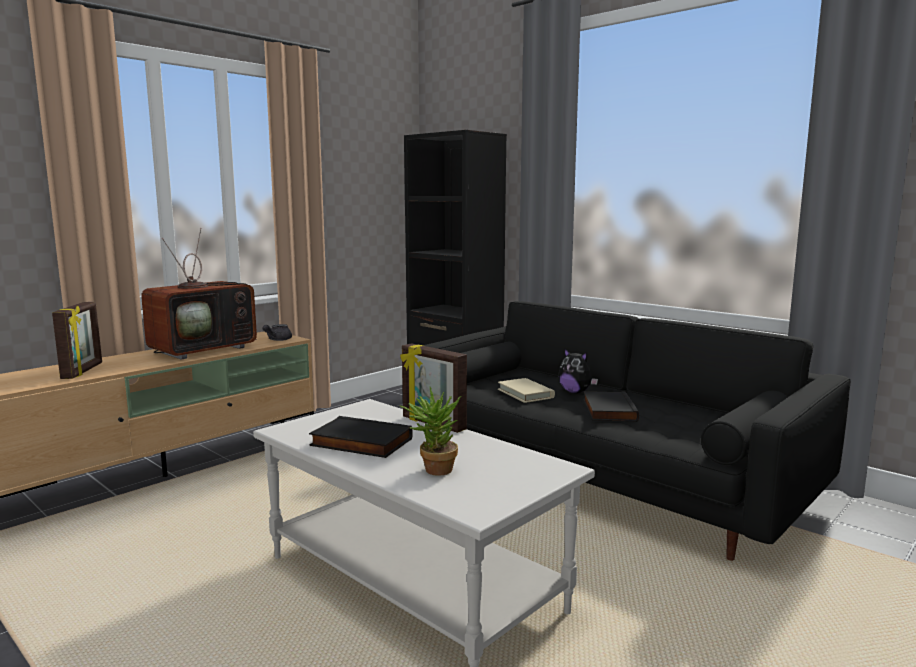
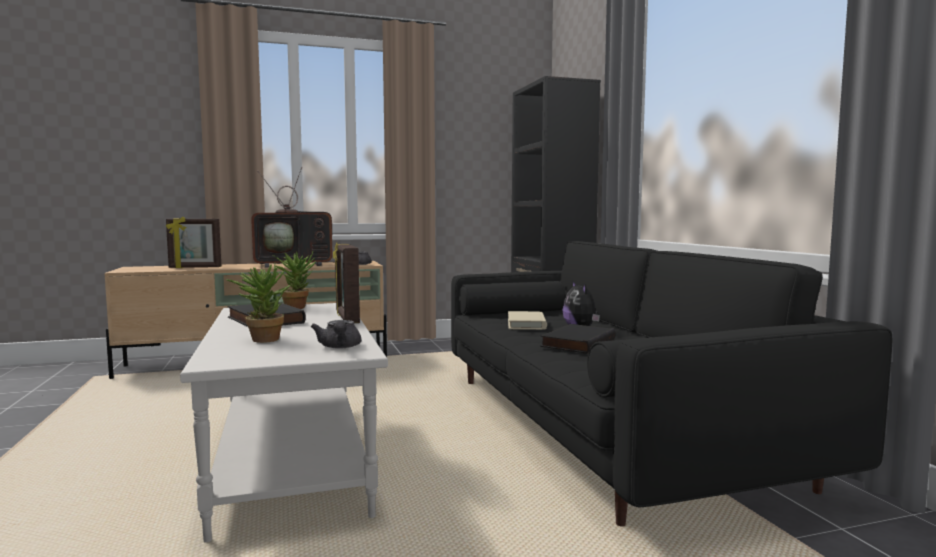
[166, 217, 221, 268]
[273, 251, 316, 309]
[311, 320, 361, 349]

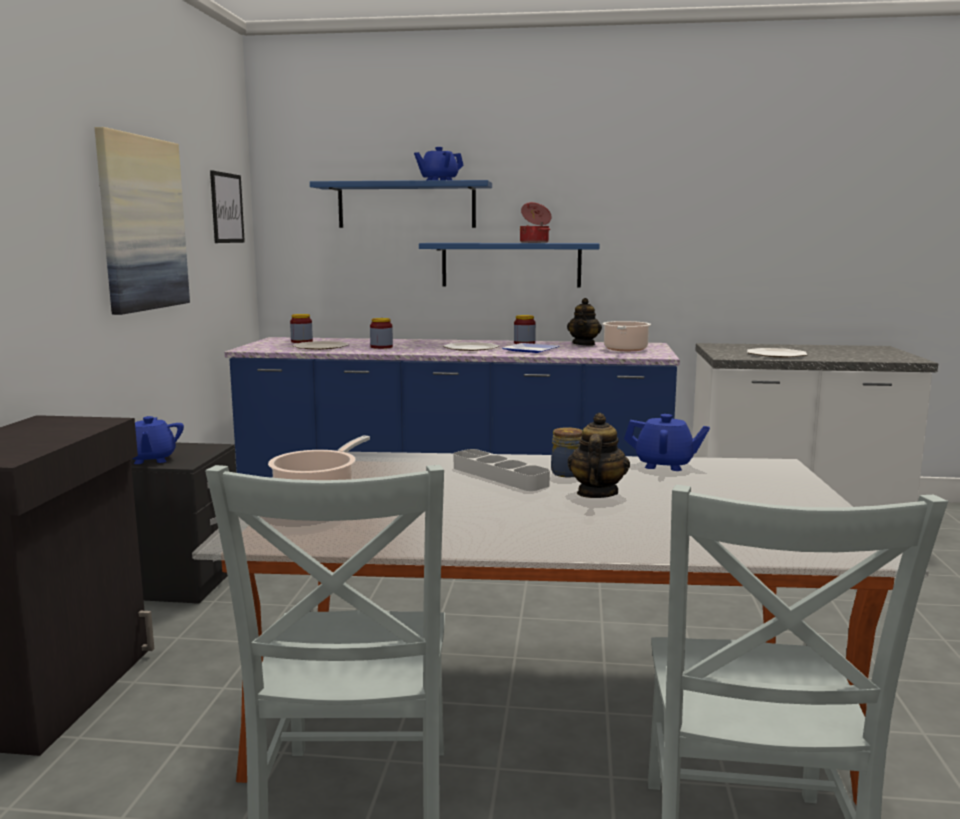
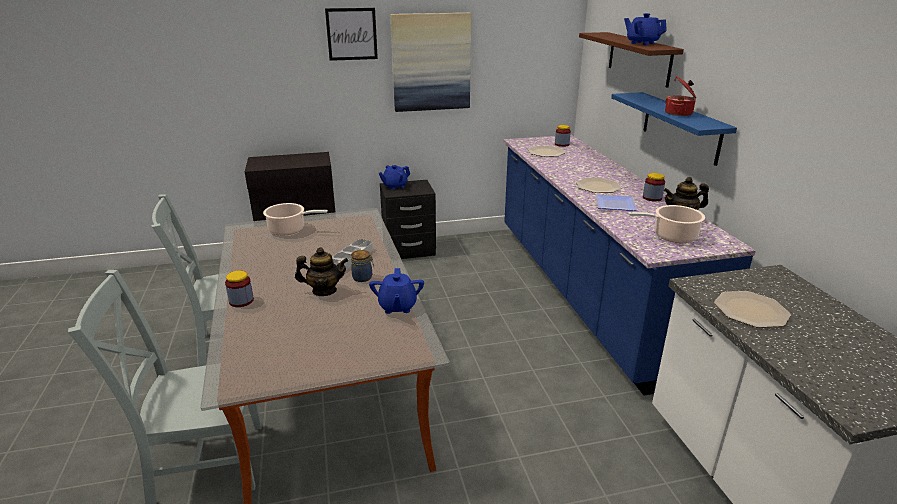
[325, 8, 378, 61]
[579, 32, 684, 88]
[225, 271, 254, 307]

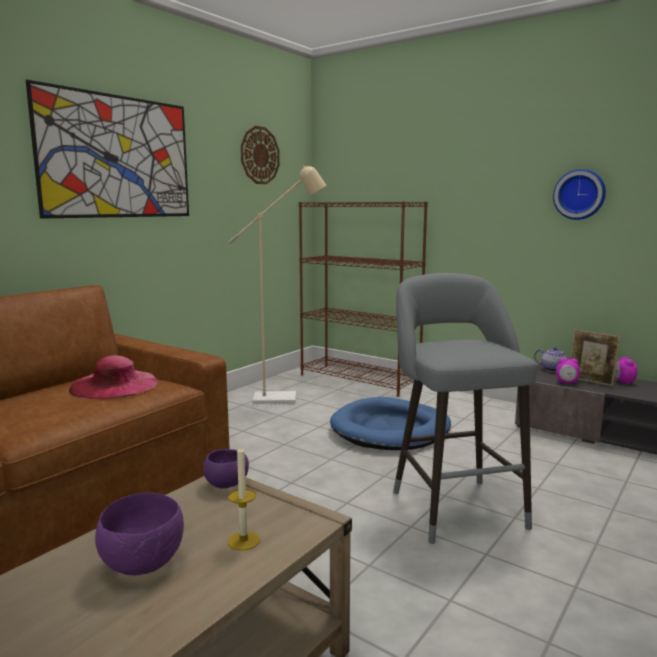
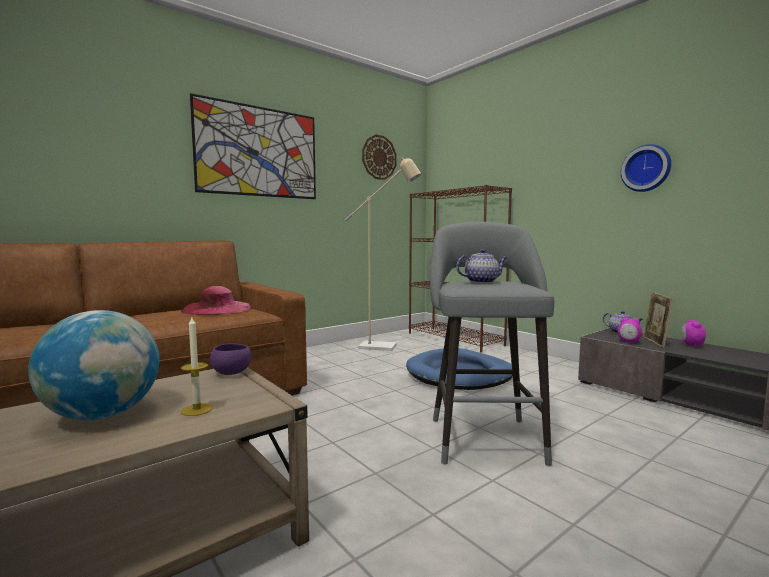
[28, 310, 160, 420]
[643, 292, 674, 348]
[456, 249, 507, 283]

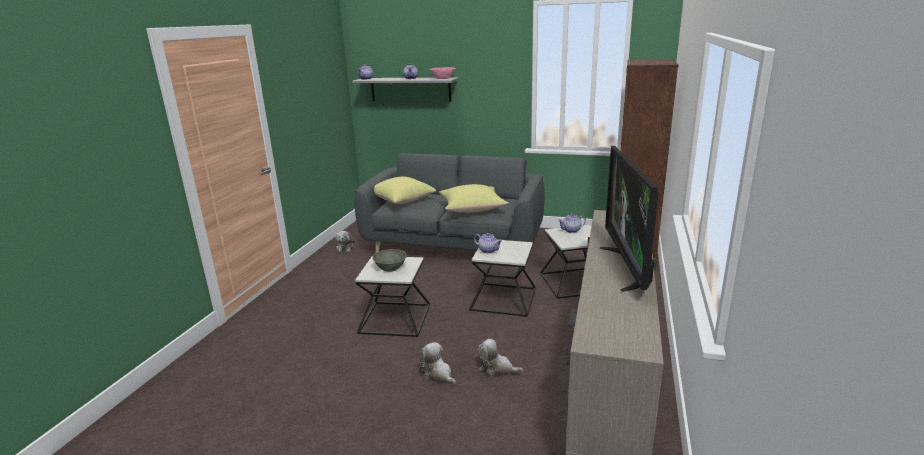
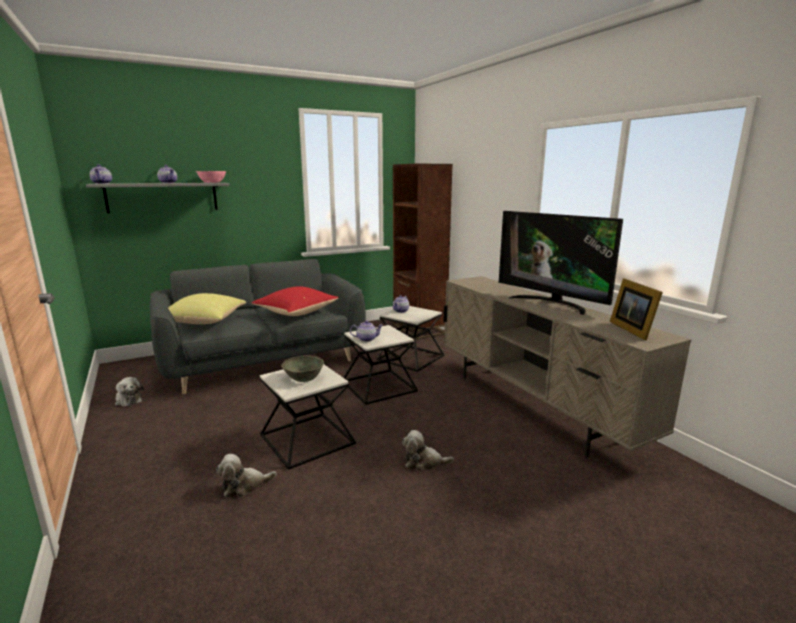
[252, 286, 339, 316]
[216, 454, 277, 497]
[610, 278, 663, 340]

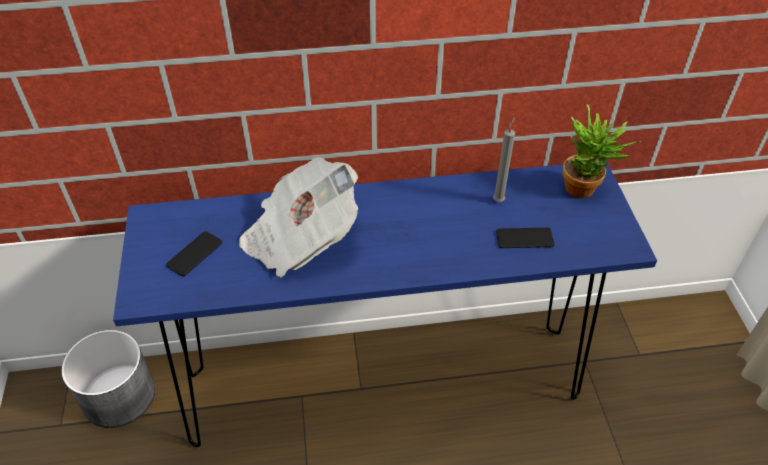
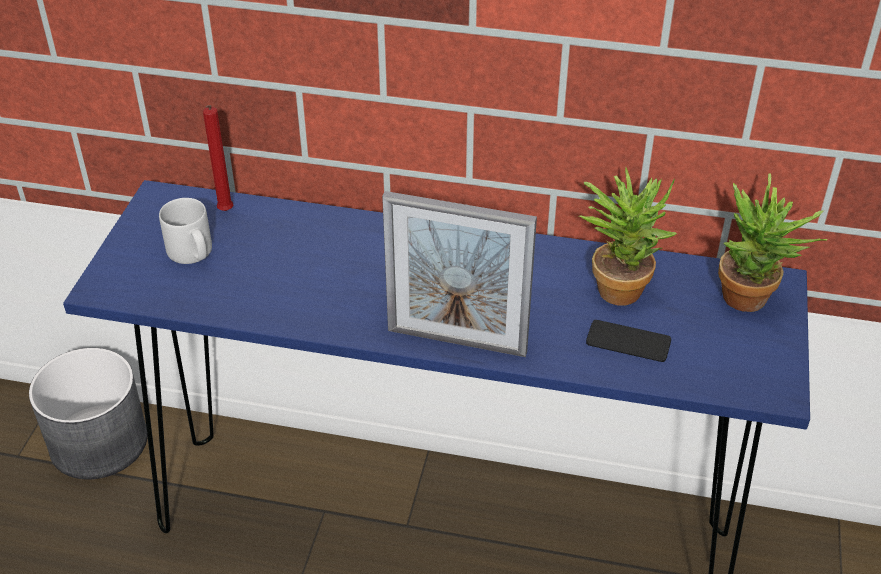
[159, 198, 212, 264]
[239, 157, 358, 277] (first image)
[579, 167, 677, 306]
[203, 105, 233, 211]
[382, 191, 537, 357]

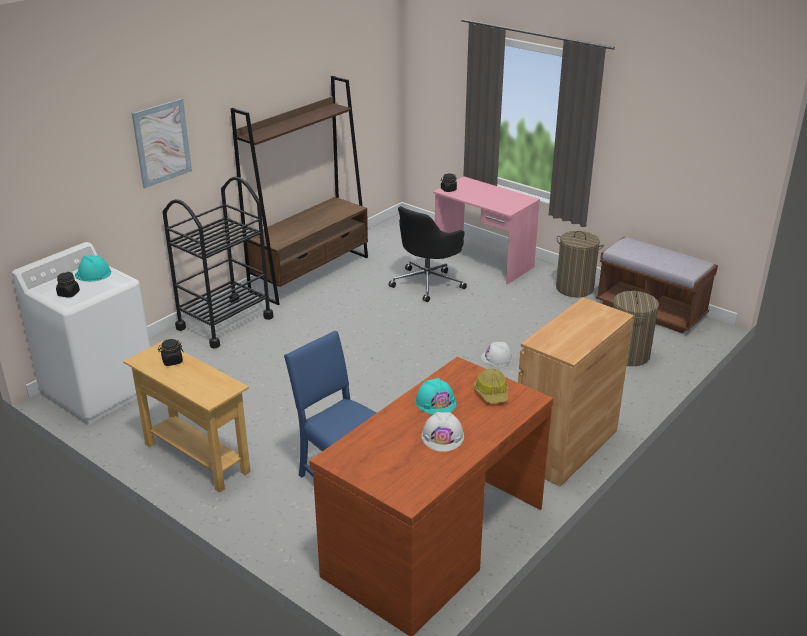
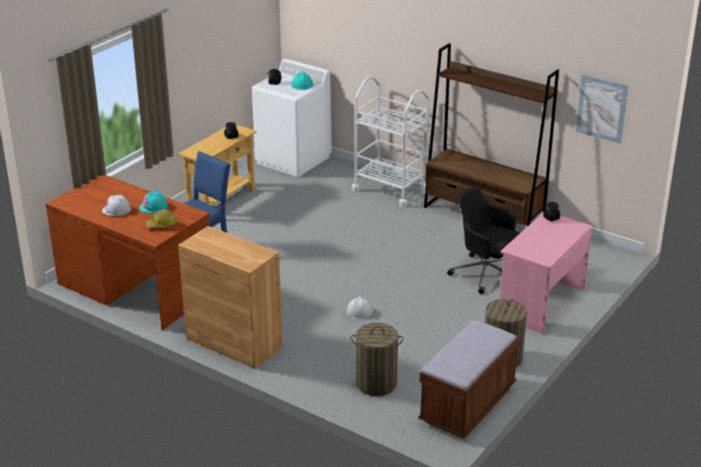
[576, 74, 629, 144]
[352, 76, 429, 208]

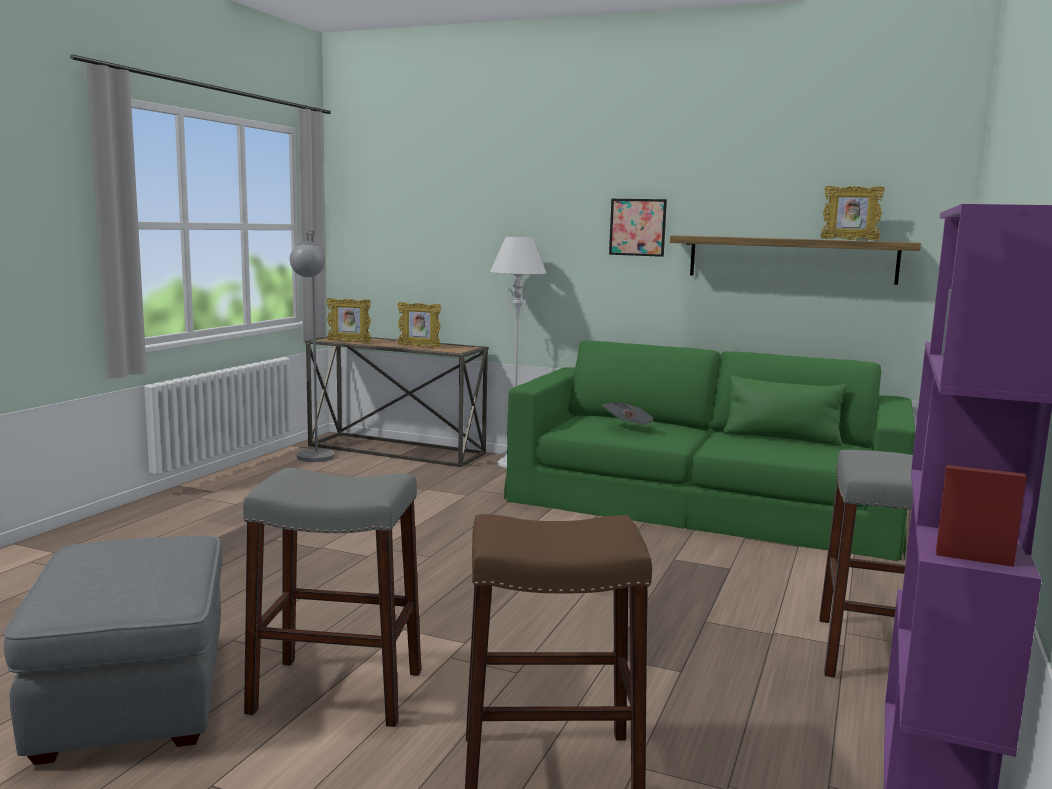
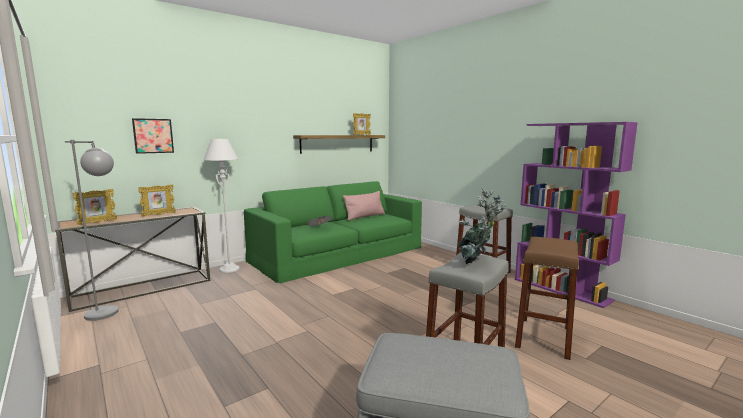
[132, 118, 174, 154]
[343, 191, 385, 221]
[458, 188, 507, 264]

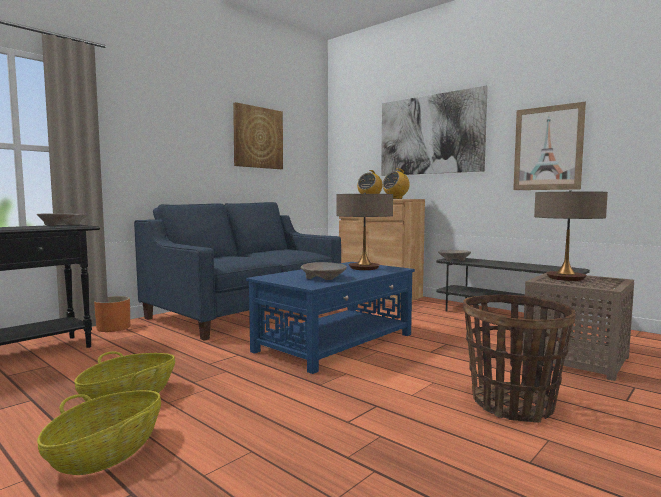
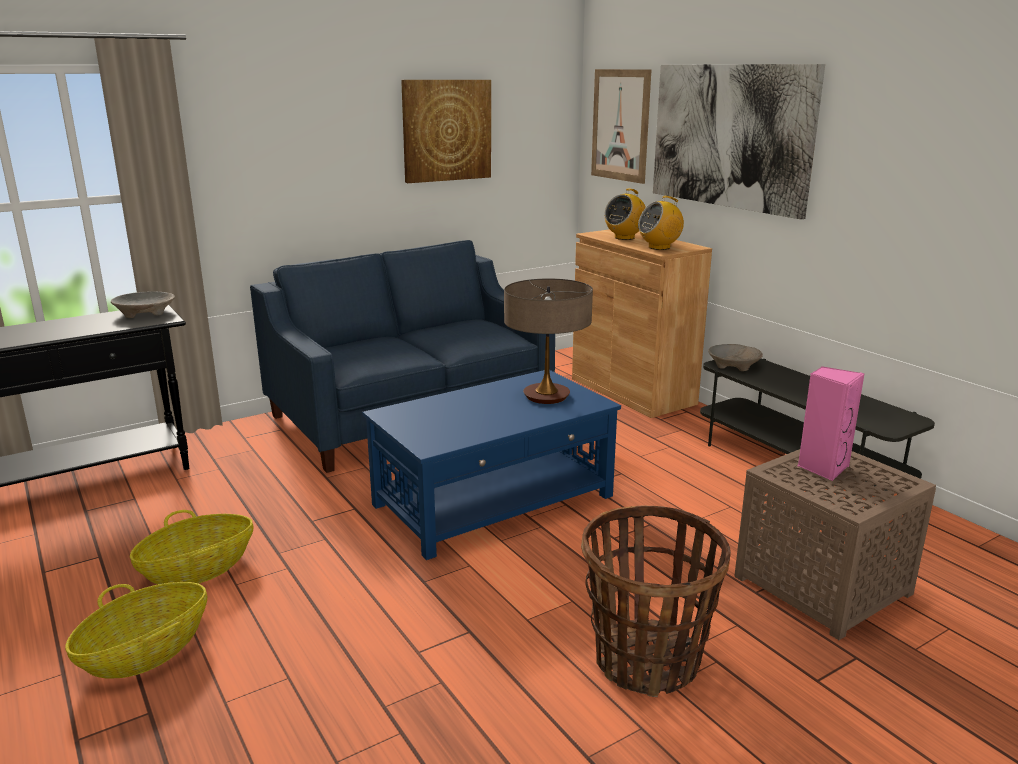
[94, 296, 130, 332] (first image)
[301, 262, 347, 280] (first image)
[591, 69, 652, 184]
[798, 366, 865, 481]

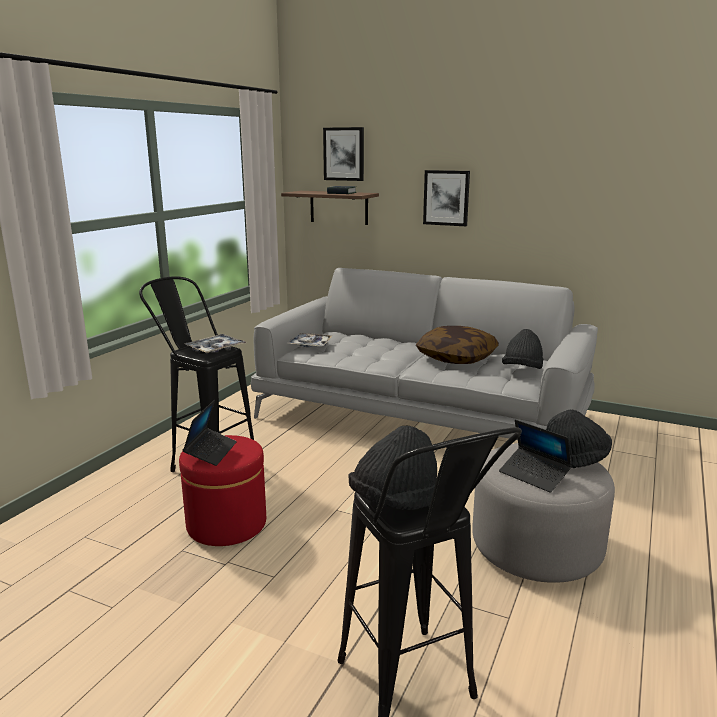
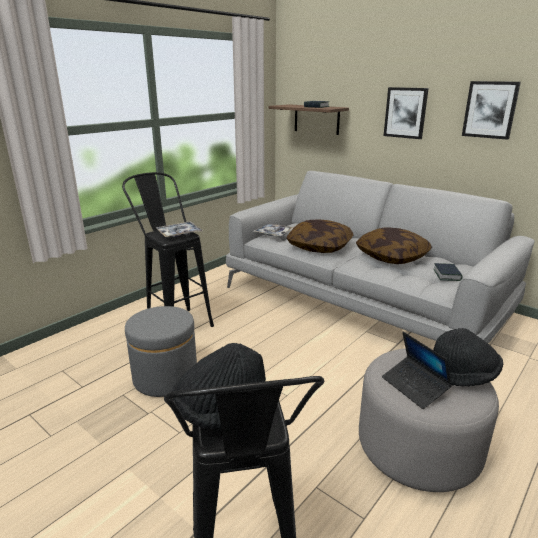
[125, 306, 197, 397]
[183, 400, 237, 466] (first image)
[462, 81, 521, 140]
[434, 263, 463, 281]
[287, 219, 353, 253]

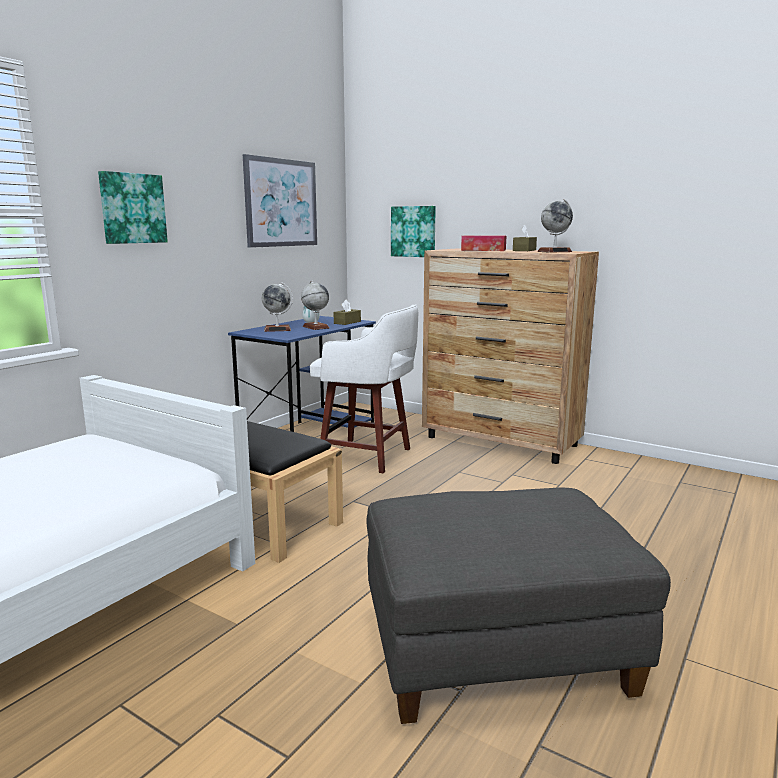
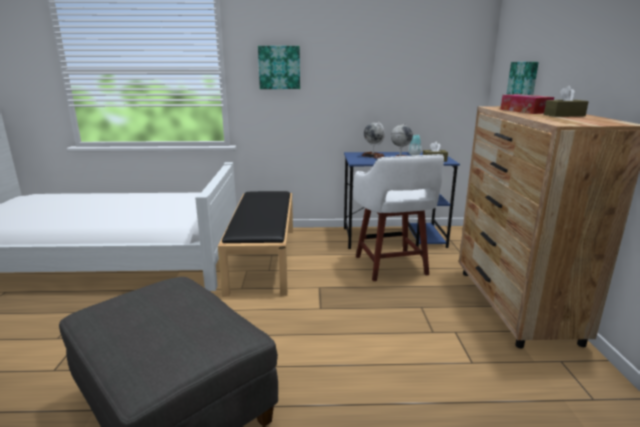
[243, 154, 317, 248] (first image)
[537, 199, 573, 253] (first image)

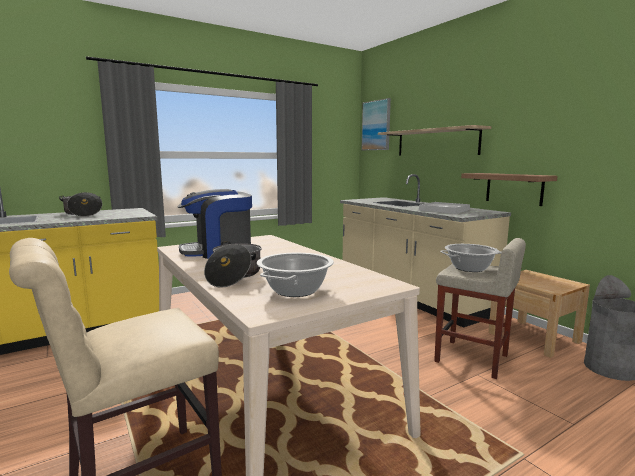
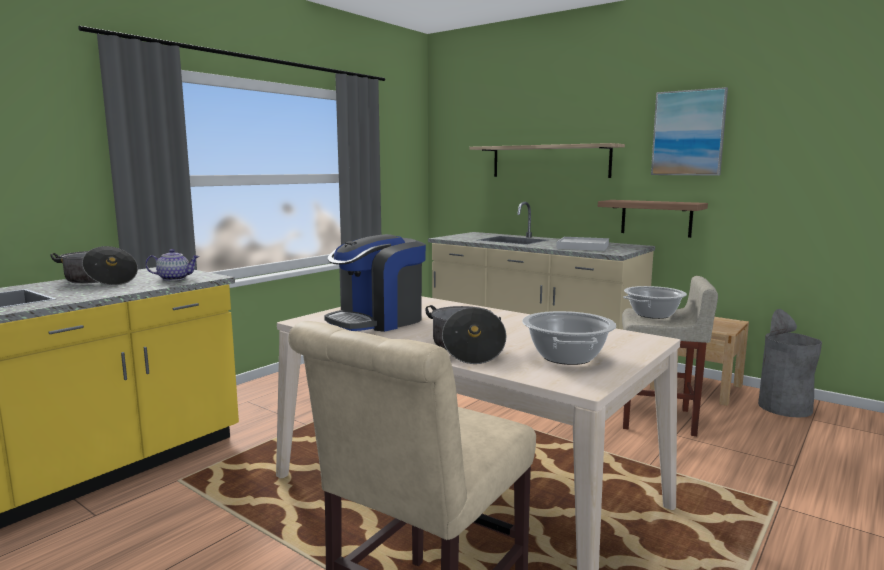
[651, 87, 728, 176]
[145, 249, 200, 281]

